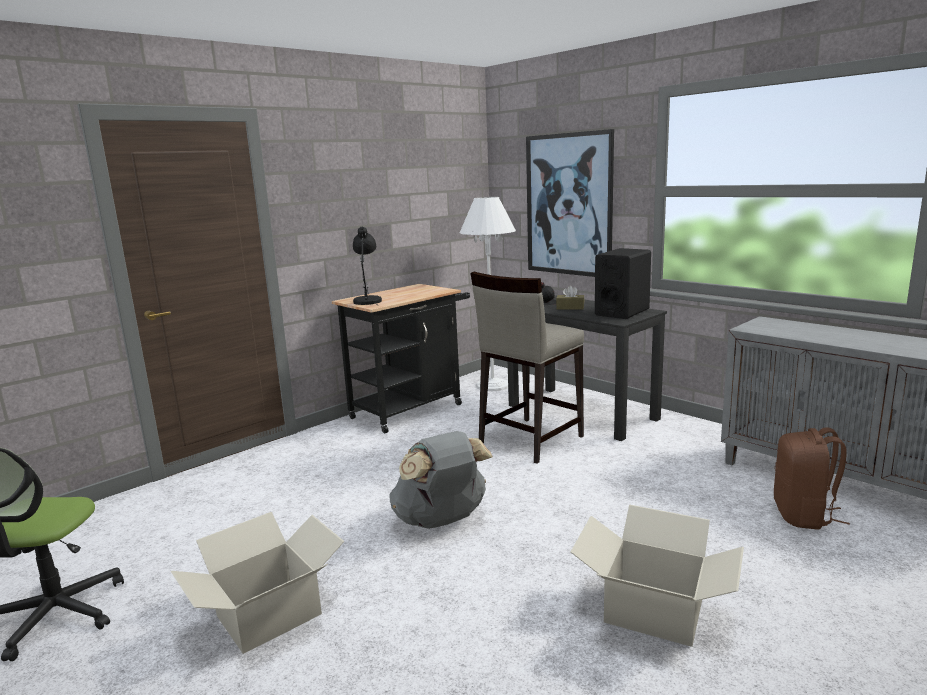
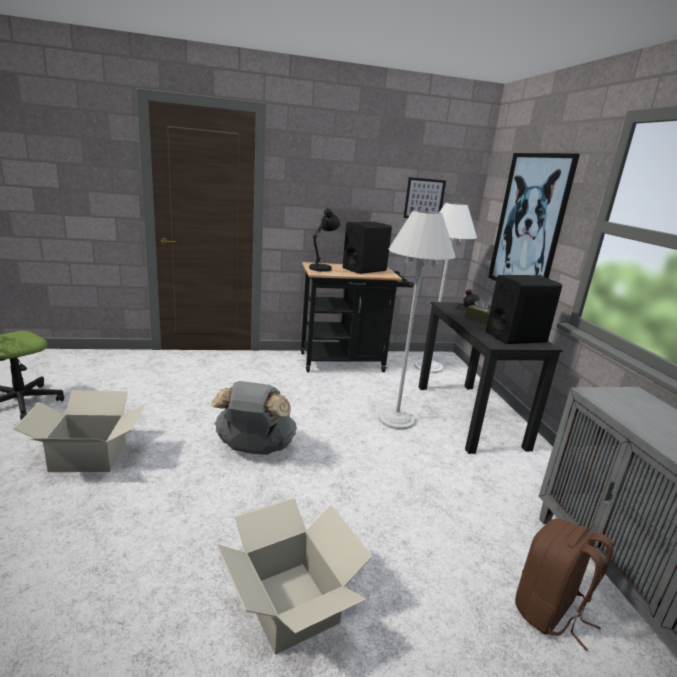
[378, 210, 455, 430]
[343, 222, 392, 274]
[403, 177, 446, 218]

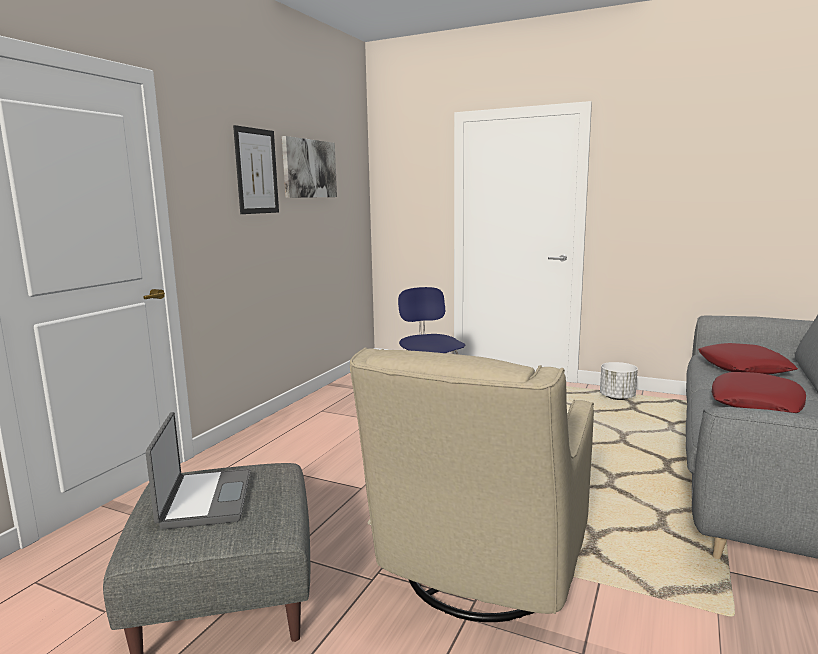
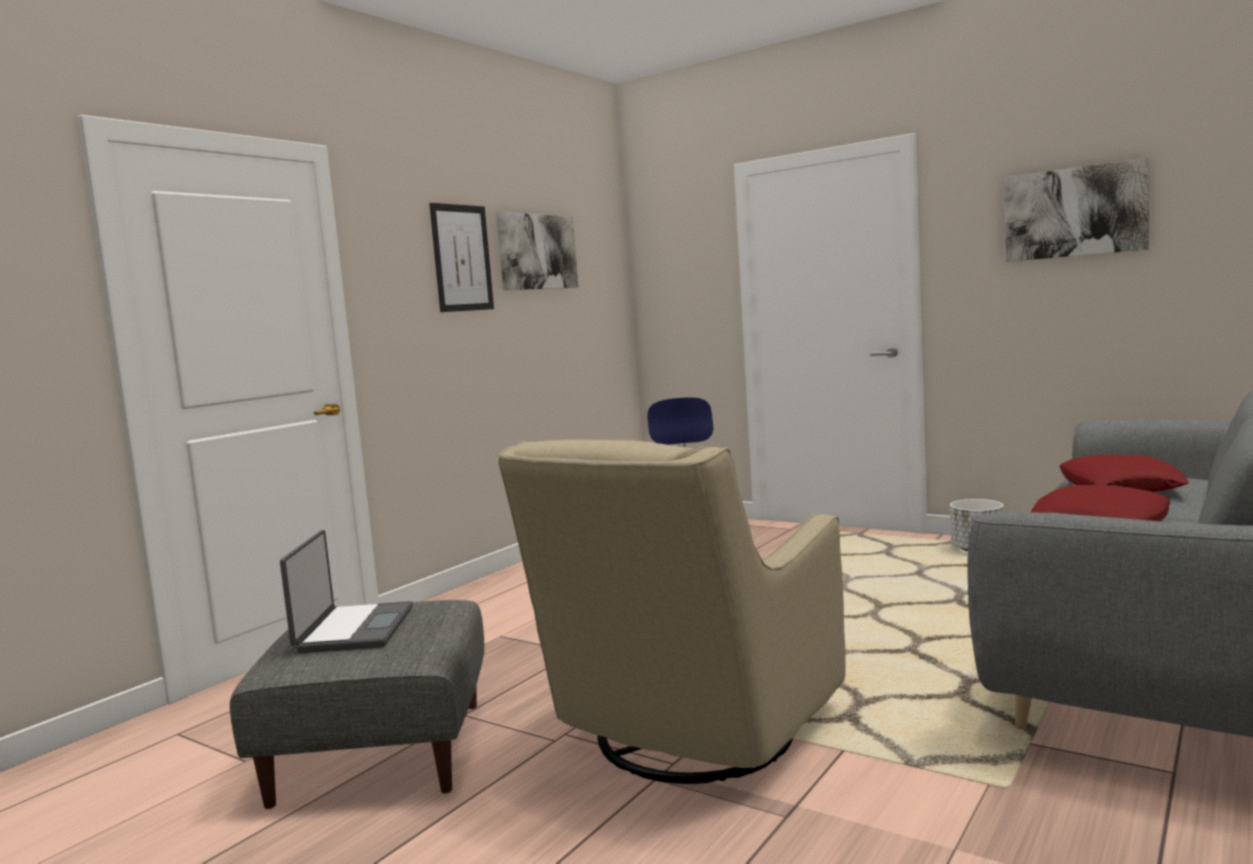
[1005, 158, 1149, 262]

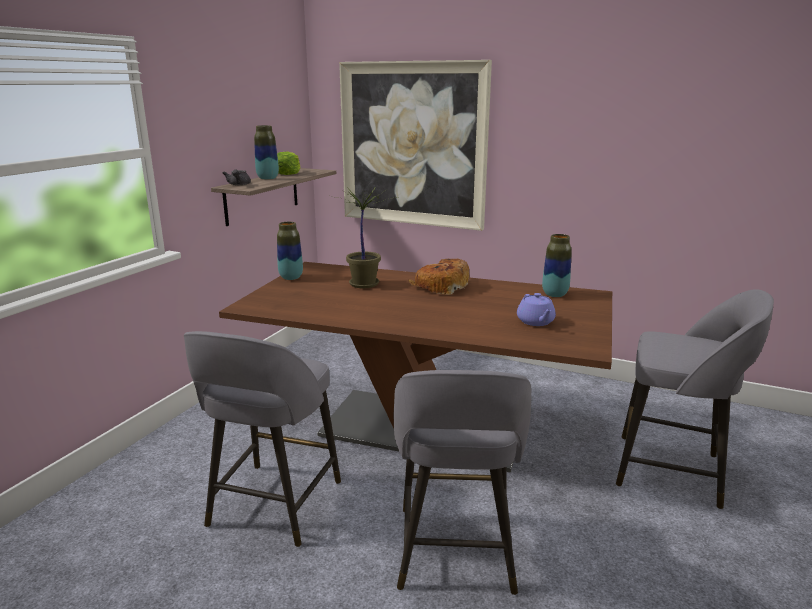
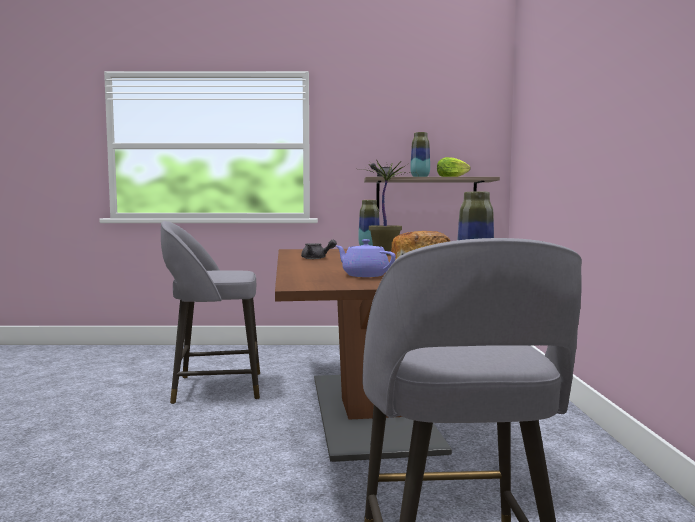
[339, 60, 492, 231] (first image)
[394, 370, 532, 595] (first image)
[336, 239, 396, 277]
[301, 240, 337, 259]

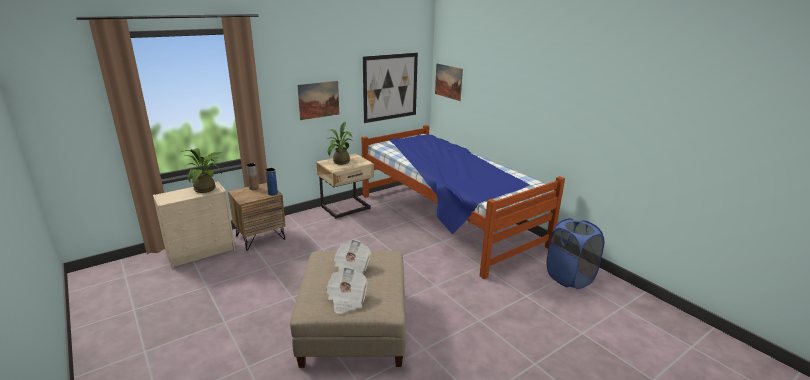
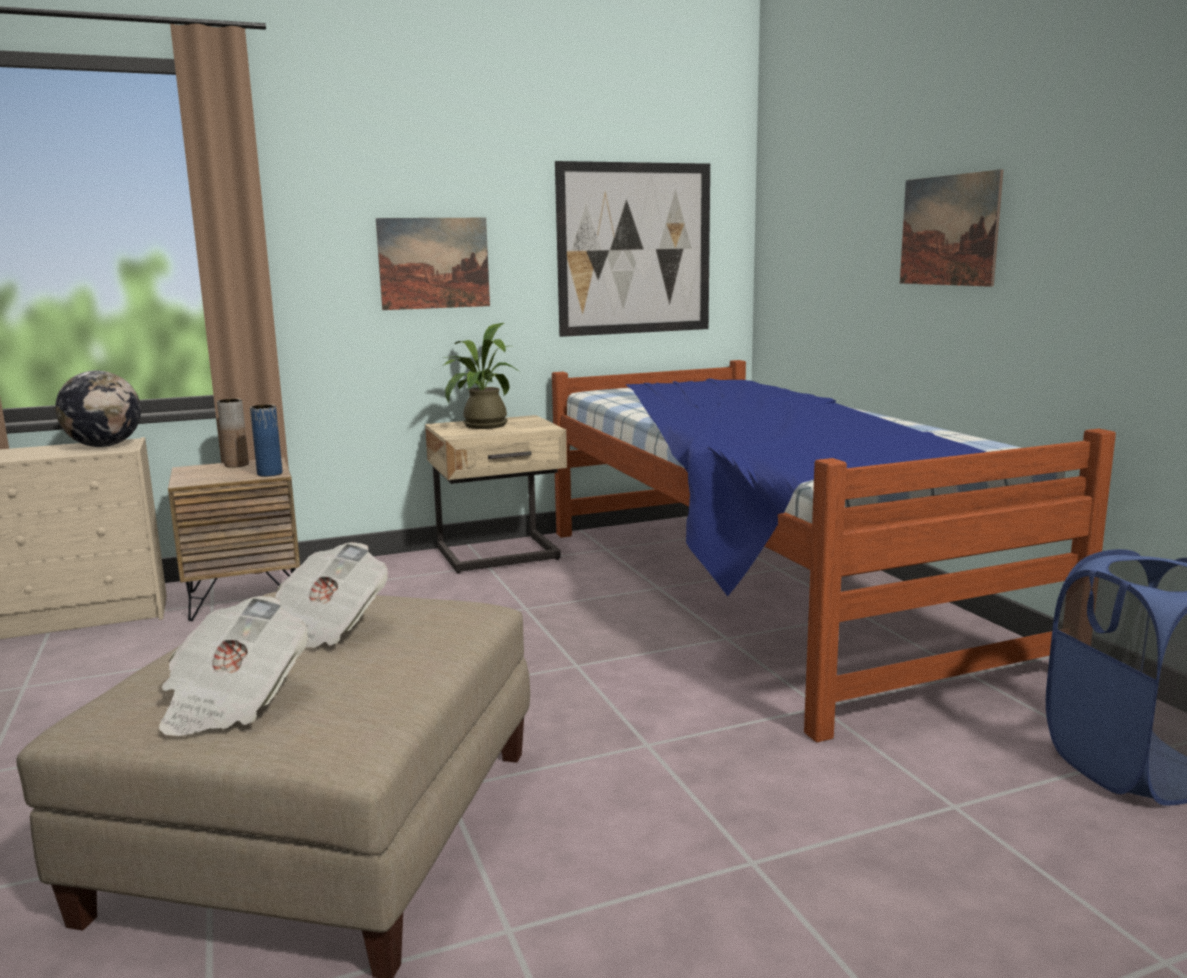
[55, 370, 141, 447]
[900, 169, 1003, 287]

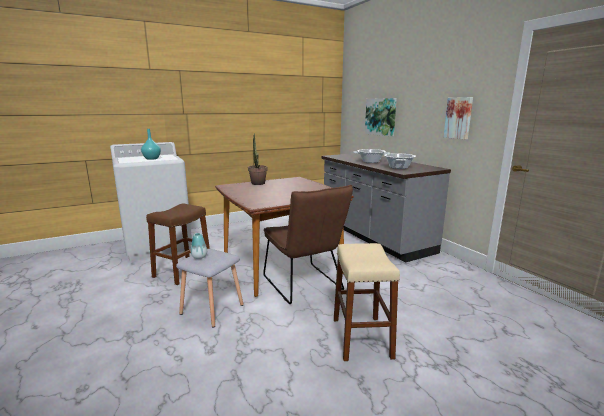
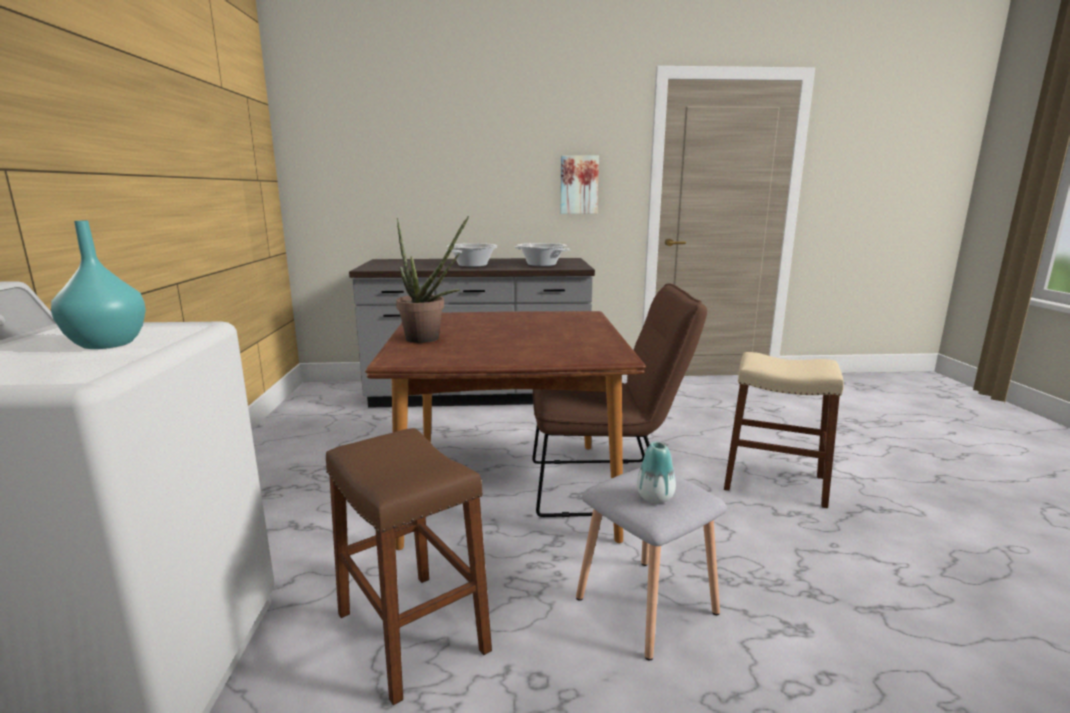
[365, 98, 397, 137] (first image)

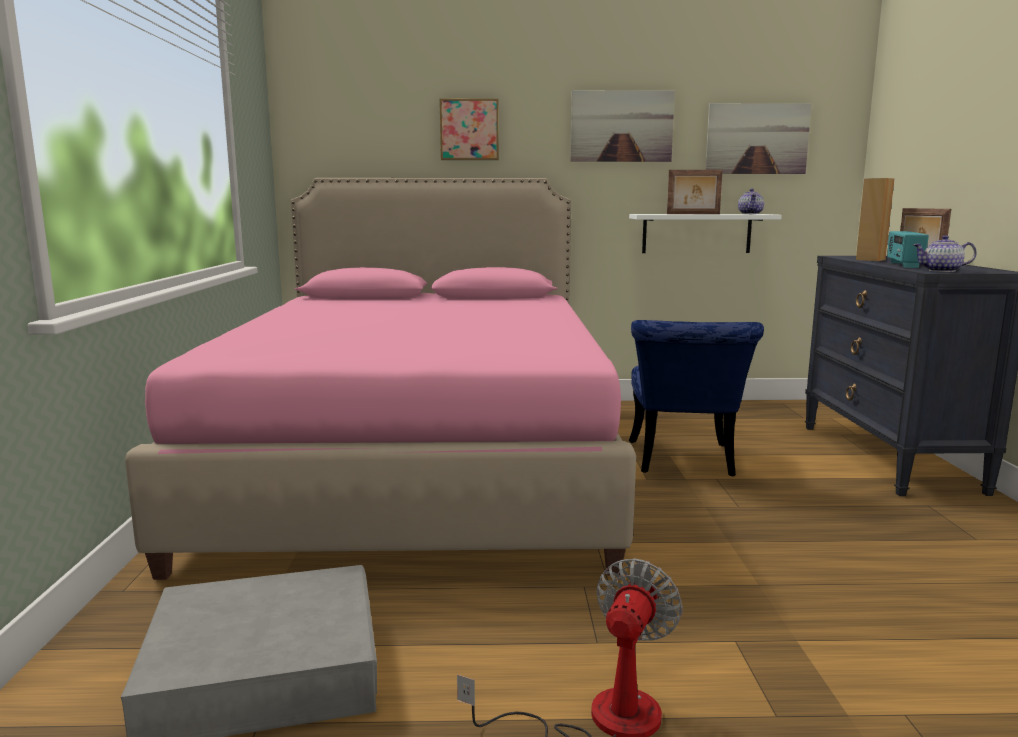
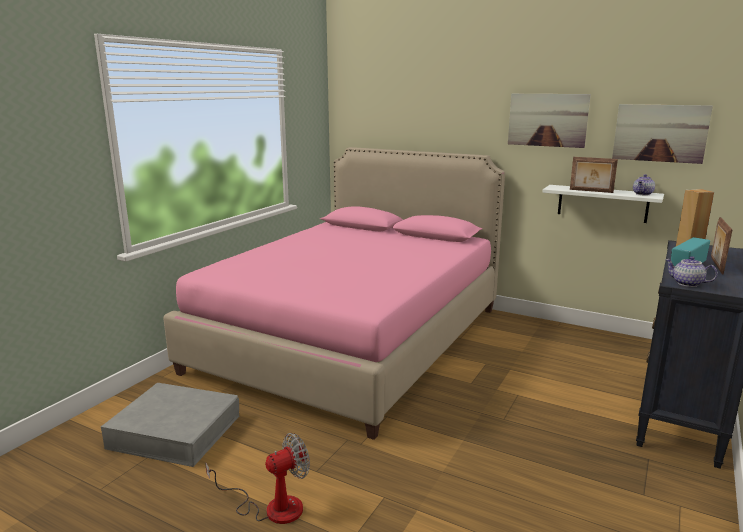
[440, 98, 499, 160] (first image)
[629, 320, 764, 476] (first image)

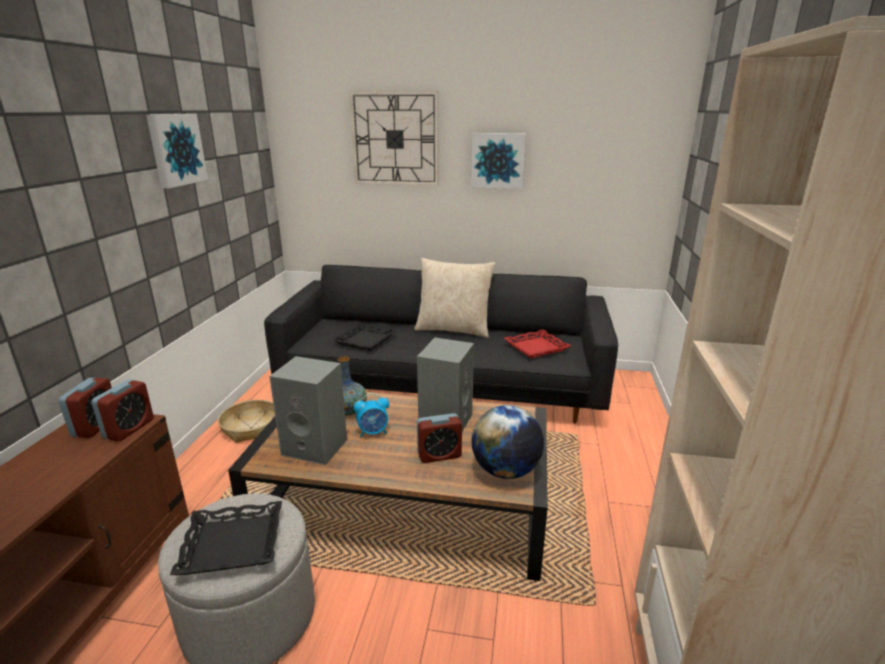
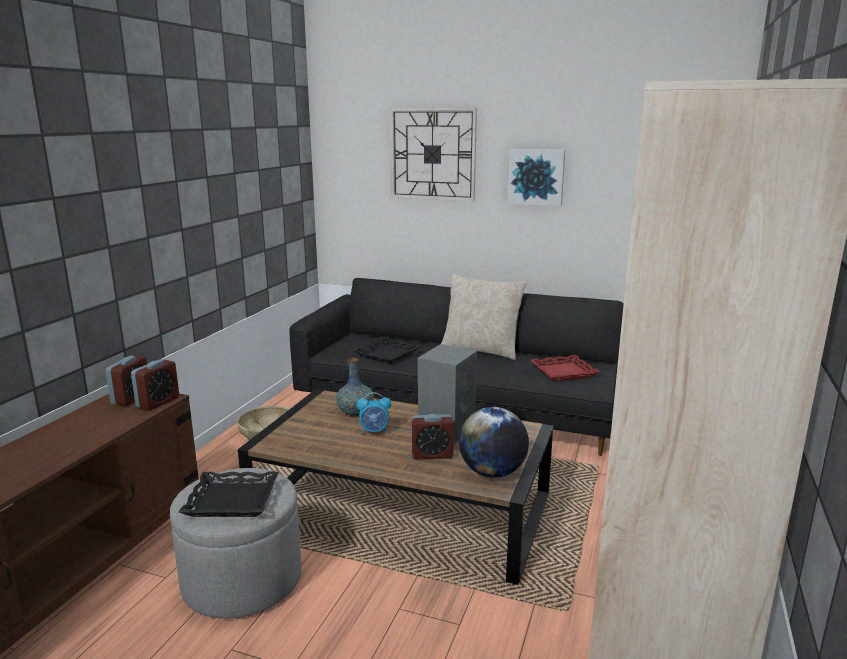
[146, 114, 208, 188] (first image)
[269, 356, 347, 465] (first image)

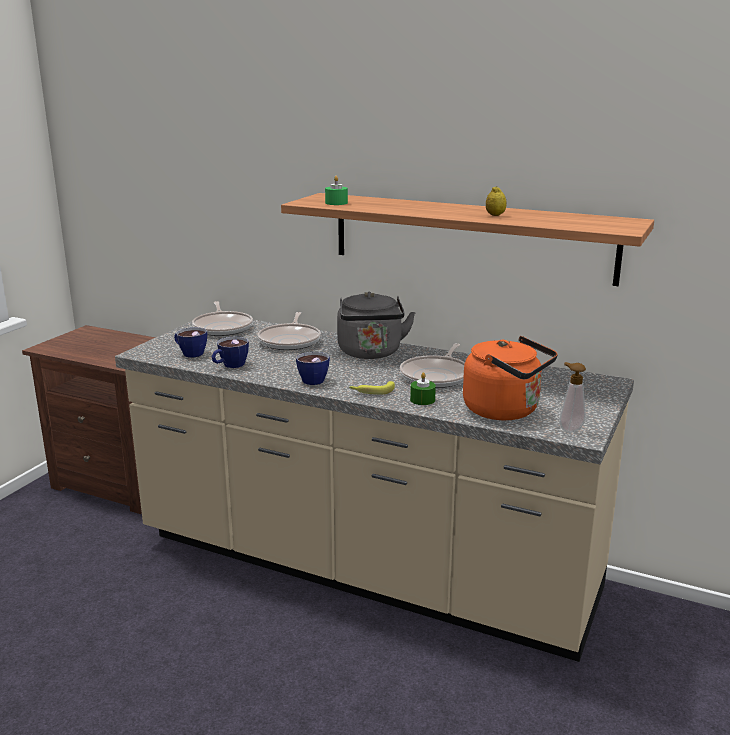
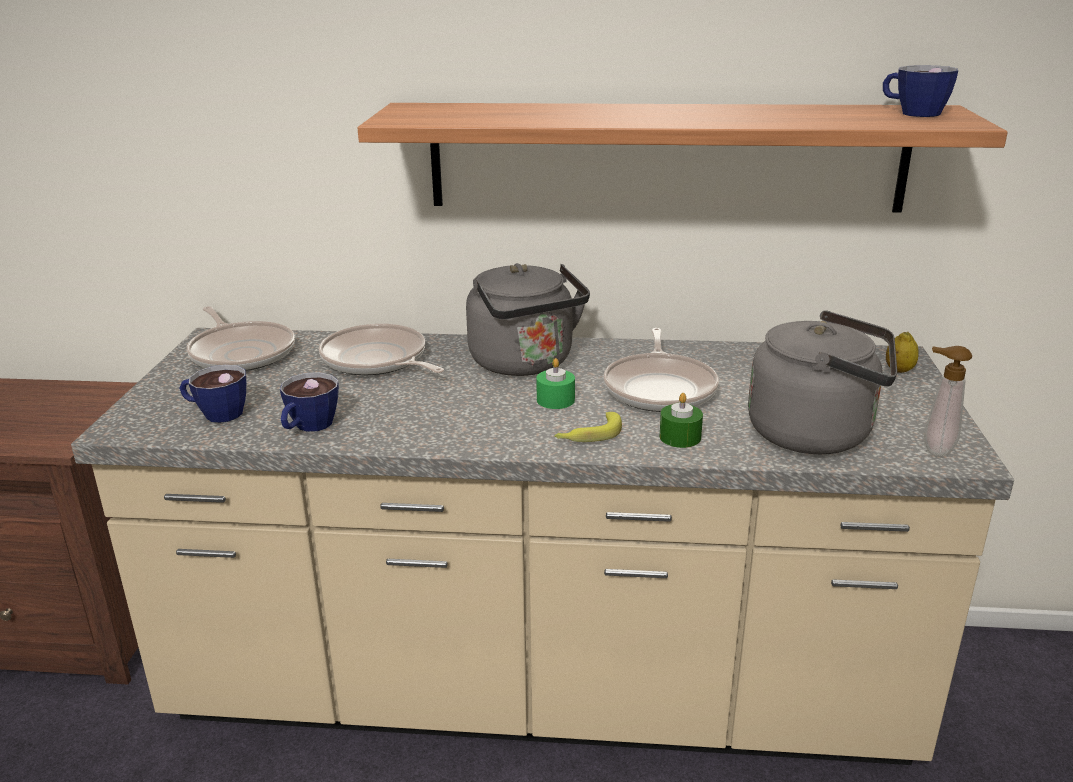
[319, 324, 444, 375]
[883, 65, 958, 117]
[536, 358, 575, 409]
[748, 310, 897, 454]
[886, 332, 919, 373]

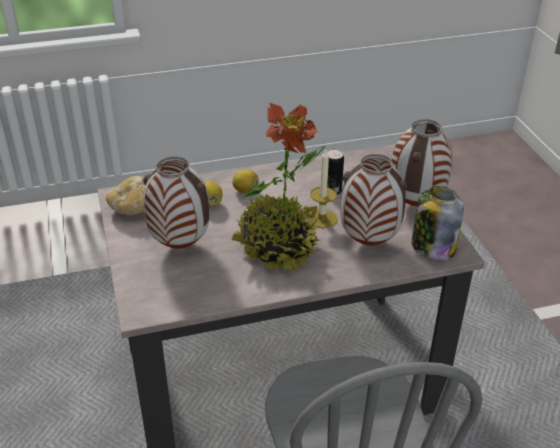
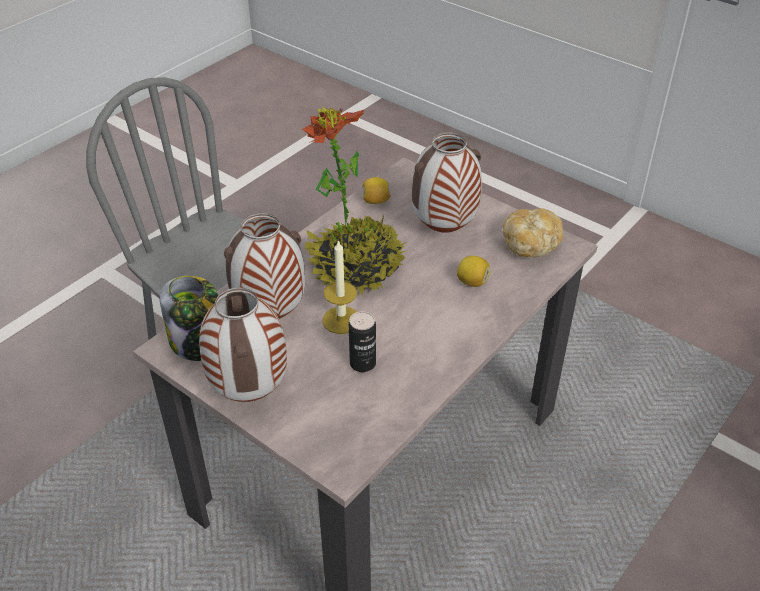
[363, 177, 391, 204]

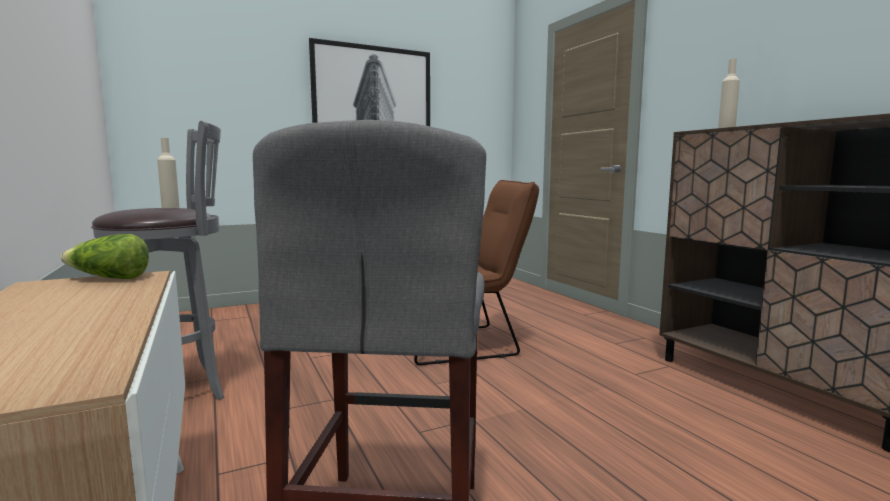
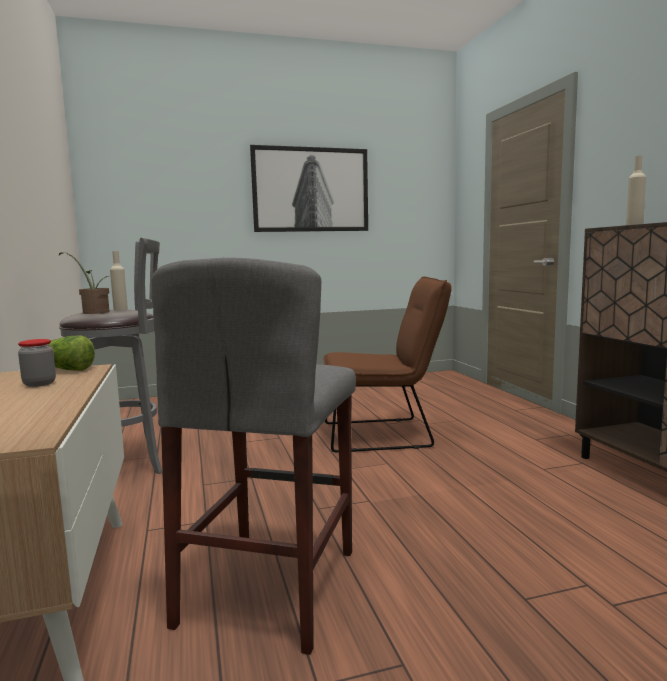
[18, 339, 56, 387]
[59, 252, 114, 314]

